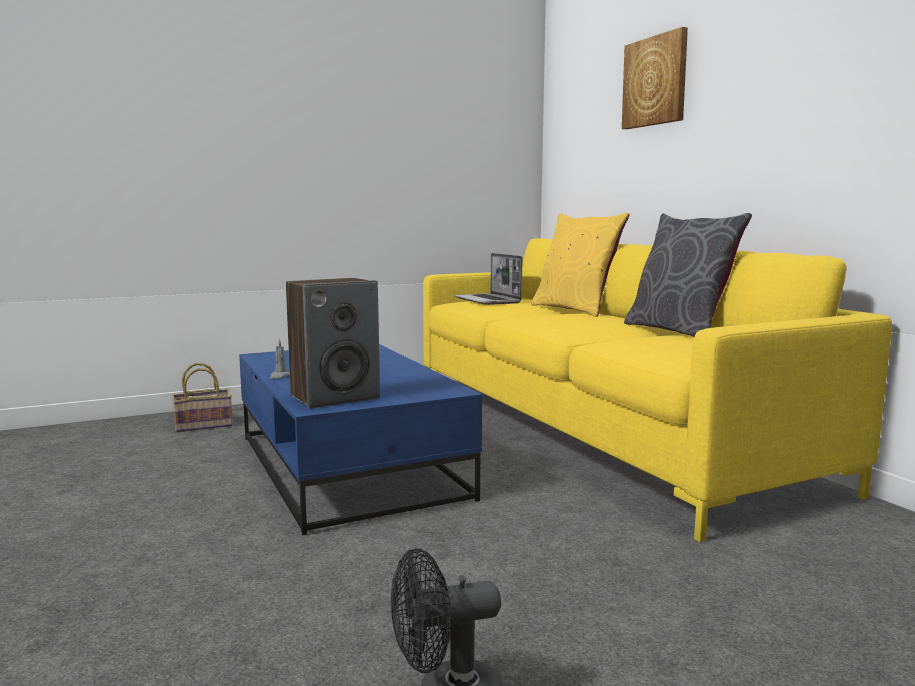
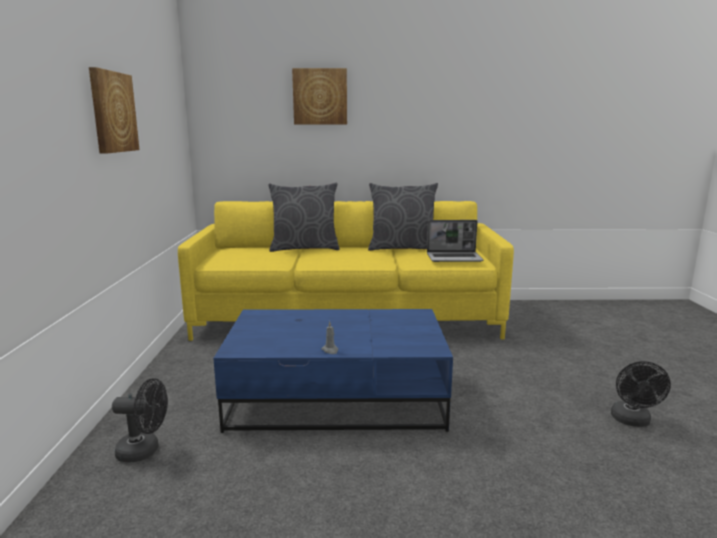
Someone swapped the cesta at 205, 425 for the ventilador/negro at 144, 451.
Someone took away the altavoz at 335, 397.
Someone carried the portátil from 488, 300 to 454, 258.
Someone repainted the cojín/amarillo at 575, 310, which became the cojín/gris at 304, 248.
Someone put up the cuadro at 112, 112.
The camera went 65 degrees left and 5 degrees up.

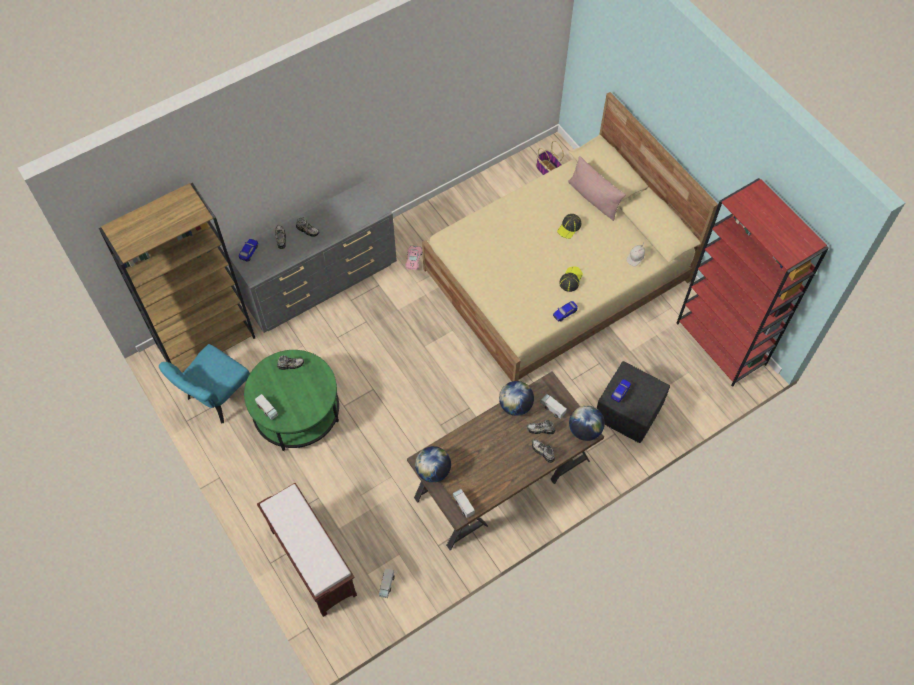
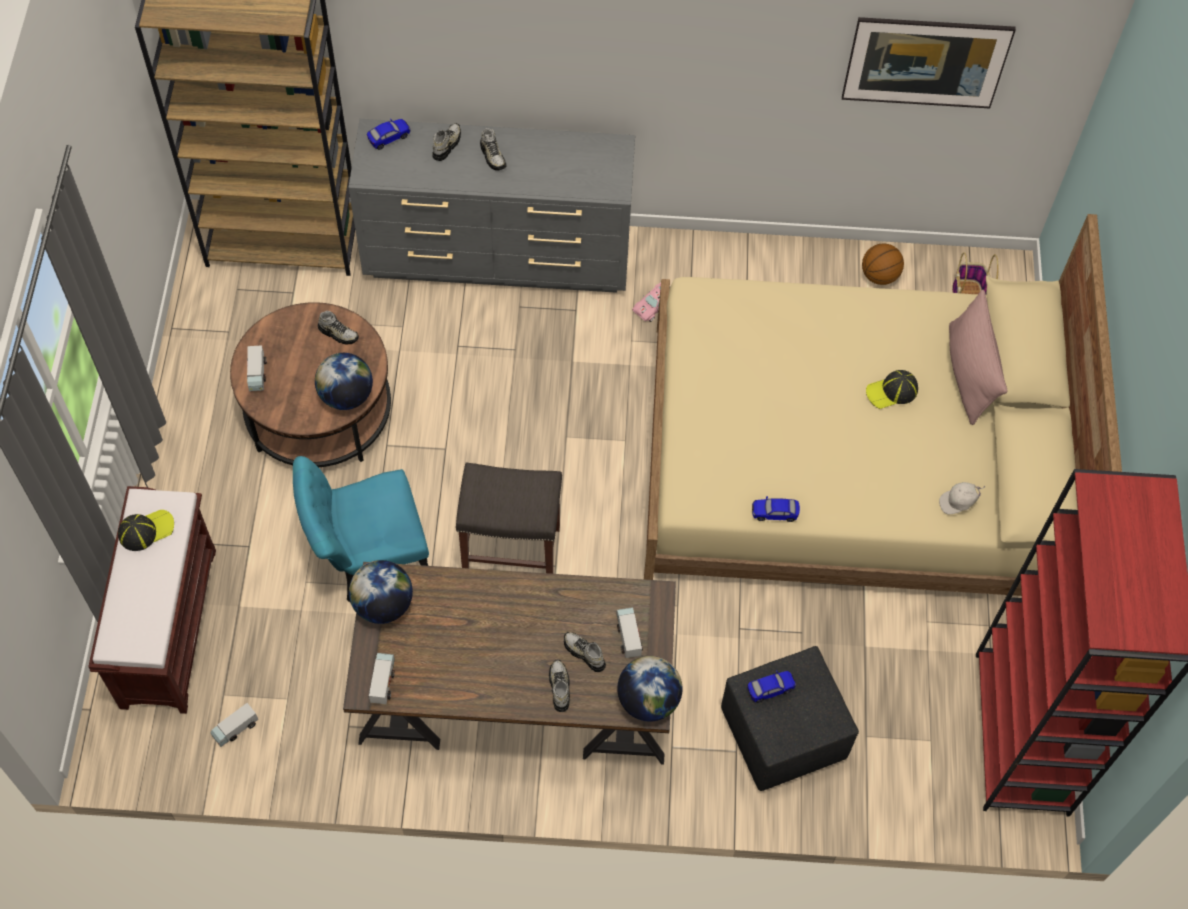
Someone carried the silla/turquesa from 216, 399 to 368, 557.
Someone repainted the mesa de centro/verde at 296, 412, which became the mesa de centro/marrón at 319, 411.
Someone carried the globo terráqueo from 515, 406 to 346, 396.
Someone carried the gorra from 570, 279 to 146, 530.
Someone put down the taburete/gris at 513, 551.
Someone put up the cuadro at 920, 81.
Someone put down the balón de baloncesto at 879, 276.
The camera went 35 degrees right and 0 degrees up.

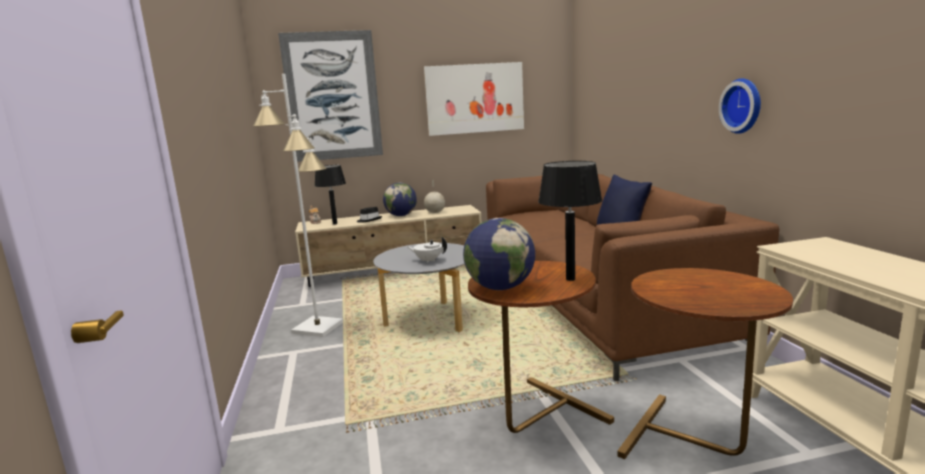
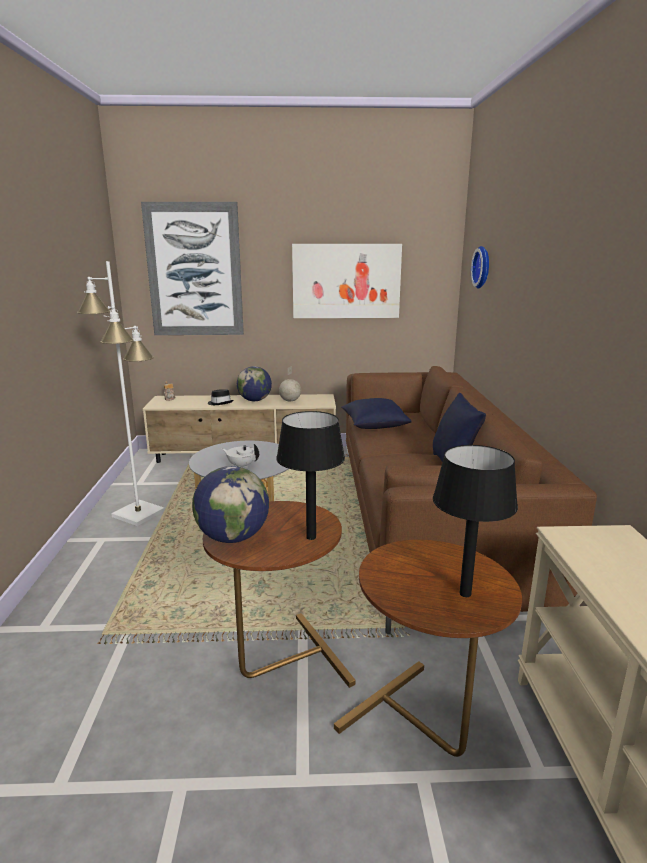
Someone carried the lámpara de mesa/negro from 334, 224 to 465, 594.
Someone carried the reloj de pared from 743, 106 to 483, 267.
Someone put down the cojín/azul at 374, 426.
The camera went 10 degrees right and 5 degrees up.

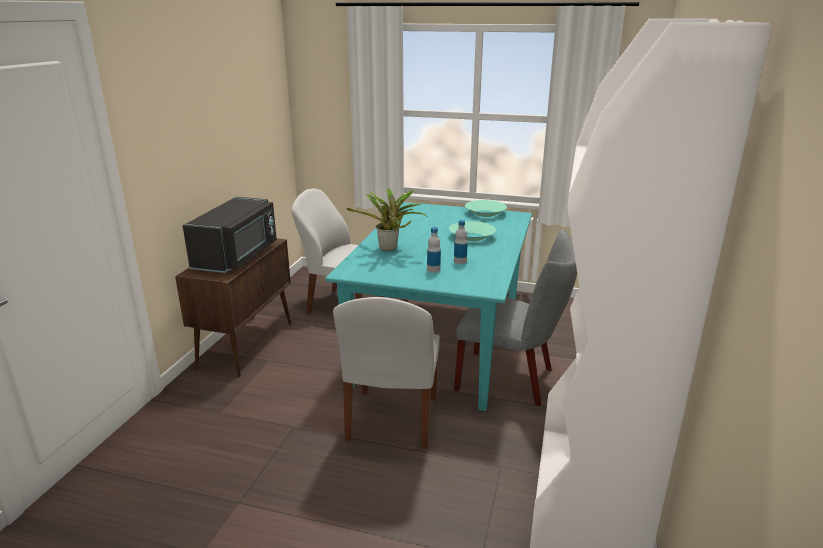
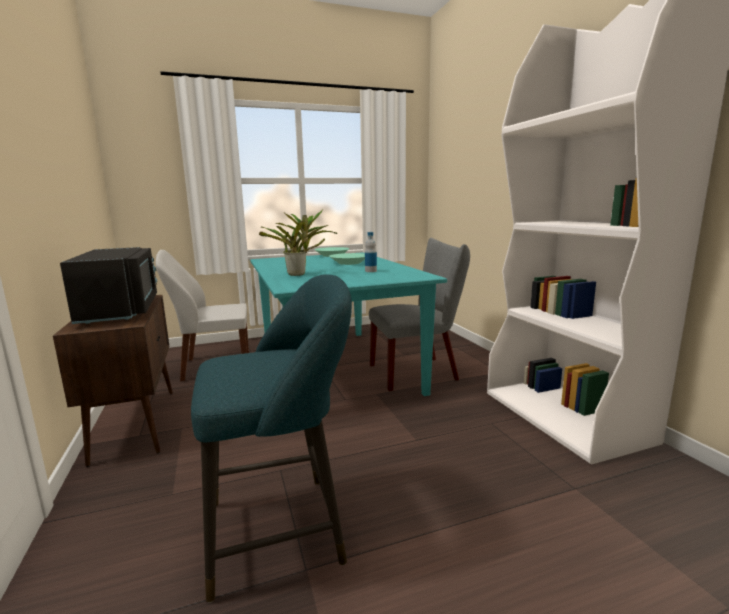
Someone took away the silla/blanco at 391, 420.
Someone took away the botella at 433, 269.
Someone put down the taburete/turquesa at 283, 529.
The camera went 35 degrees left and 10 degrees down.

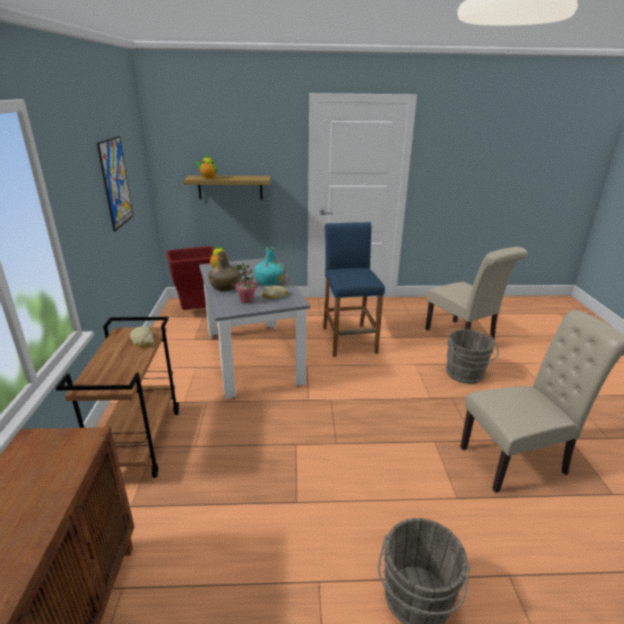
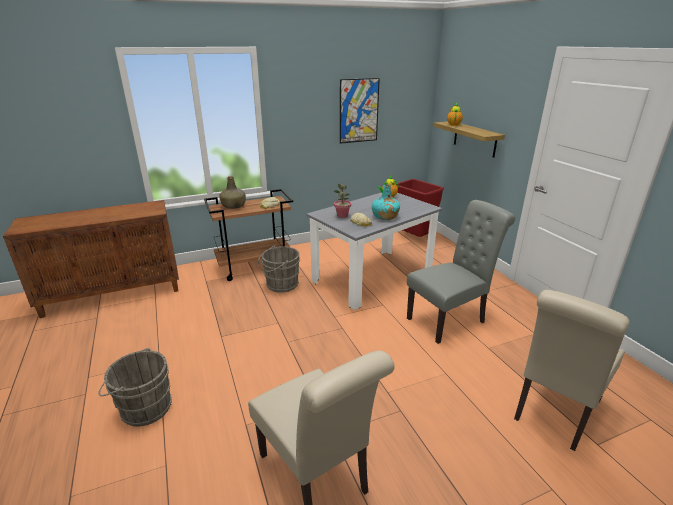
Someone carried the botella/verde from 225, 287 to 234, 206.
Someone swapped the taburete/azul at 349, 340 for the silla/gris at 450, 319.
Someone carried the cubo/gris from 465, 375 to 280, 285.
The camera went 70 degrees right and 0 degrees up.

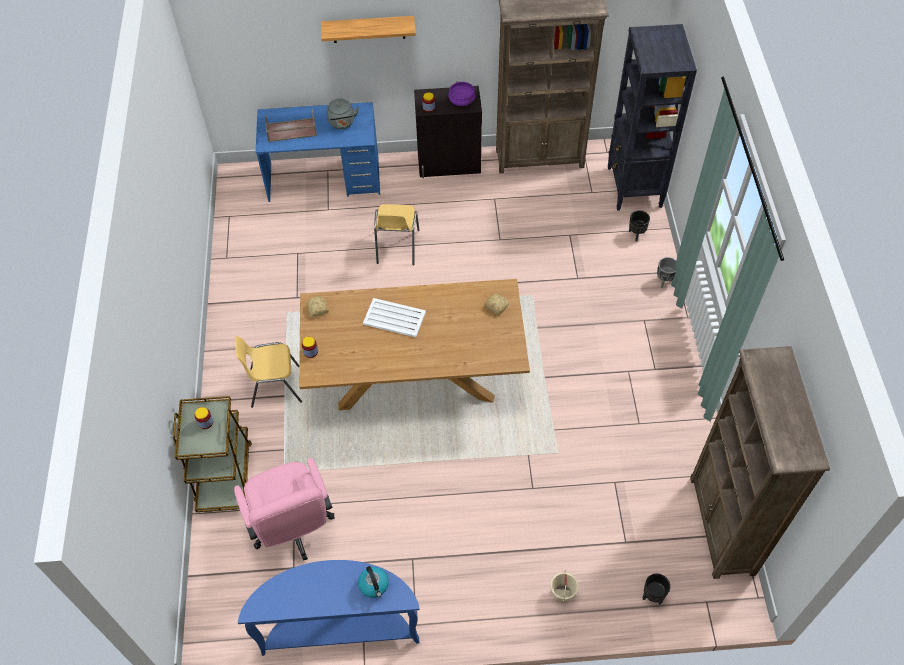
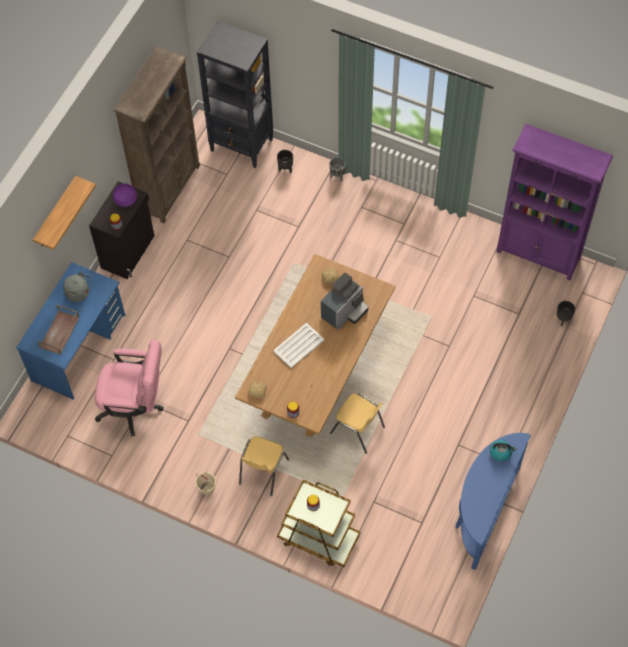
Someone carried the silla de oficina/rosa from 293, 529 to 135, 407.
Someone carried the silla/amarillo from 397, 247 to 358, 430.
Someone carried the cubo/beis from 562, 593 to 207, 488.
Someone repainted the estantería/marrón at 722, 526, which became the estantería/morado at 539, 254.
Someone put down the cafetera at 344, 312.
The camera went 60 degrees left and 5 degrees up.

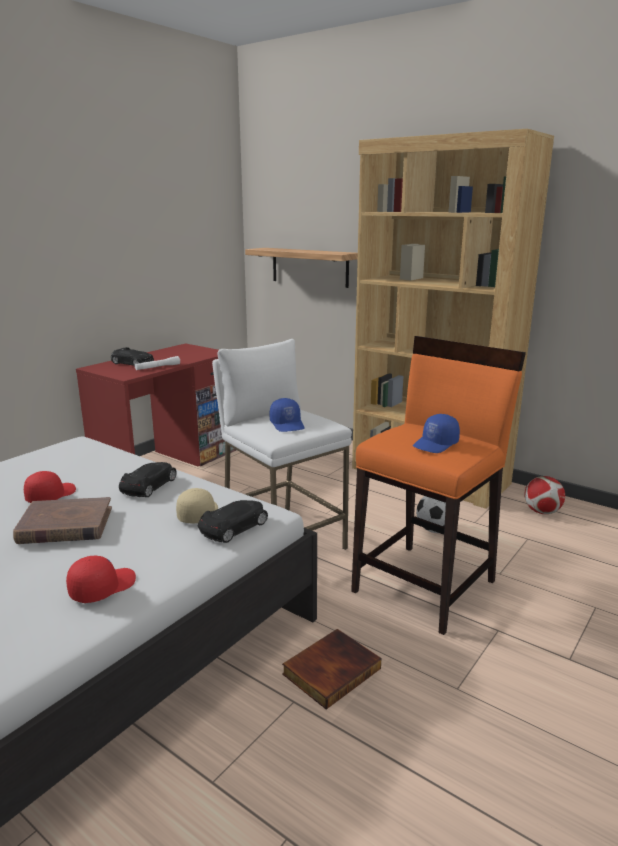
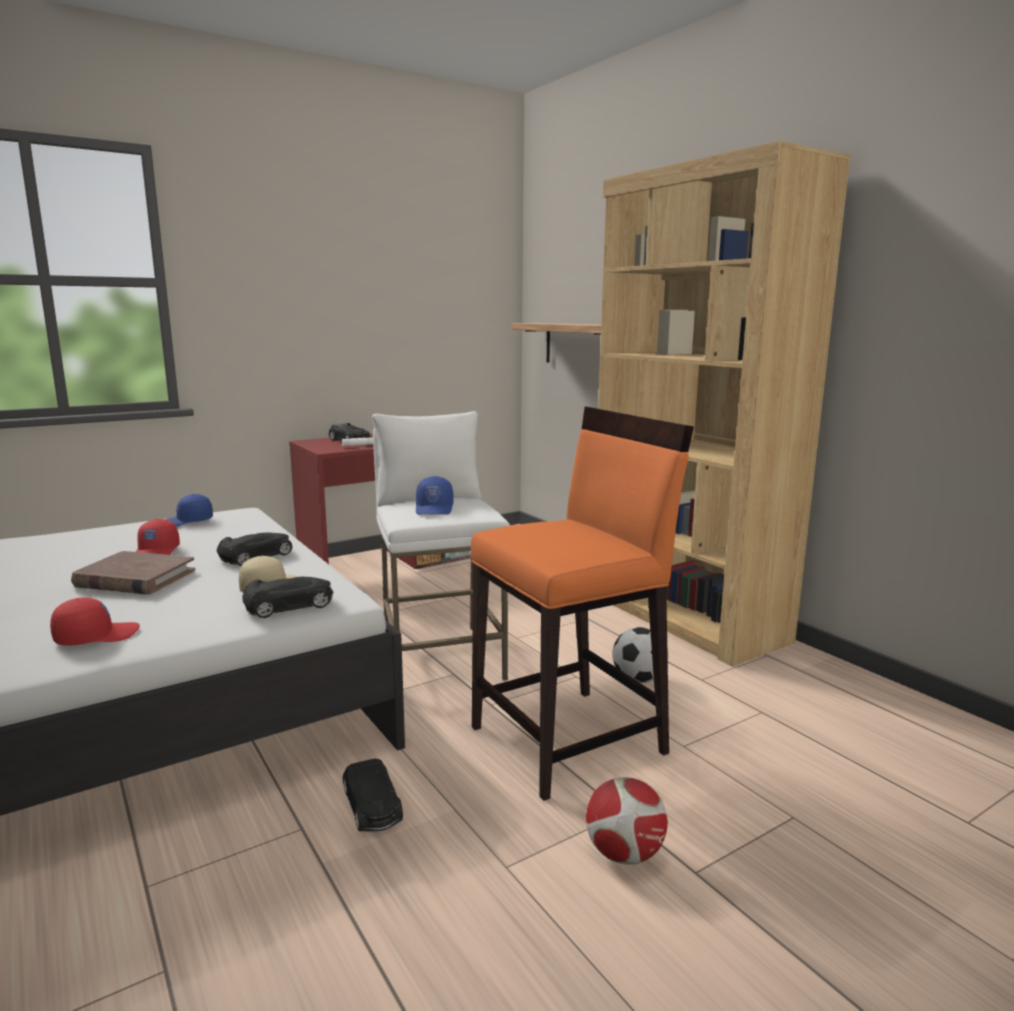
Someone rotated the gorra/rojo at 50, 496 by 135 degrees clockwise.
Someone swapped the libro at 331, 670 for the coche de juguete/negro at 372, 806.
Someone carried the gorra/azul from 436, 444 to 187, 522.
Someone carried the balón de fútbol from 542, 512 to 624, 854.
The camera went 20 degrees right and 5 degrees down.

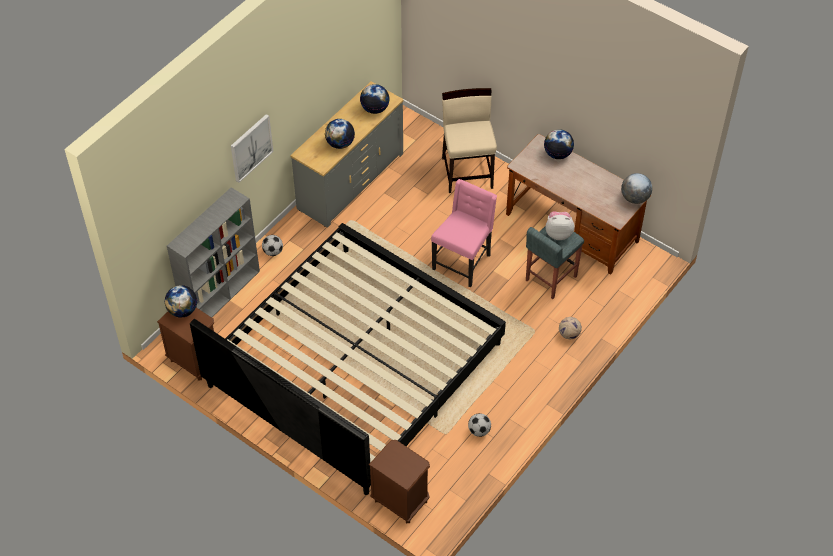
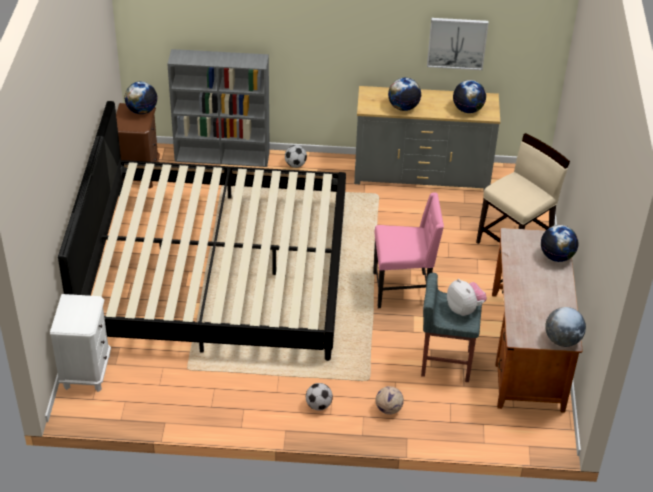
Someone carried the cuadro from 251, 147 to 457, 43.
Someone repainted the mesita de noche/marrón at 400, 501, which became the mesita de noche/blanco at 86, 371.
Someone carried the balón de fútbol from 479, 431 to 318, 405.
The camera went 55 degrees right and 10 degrees down.

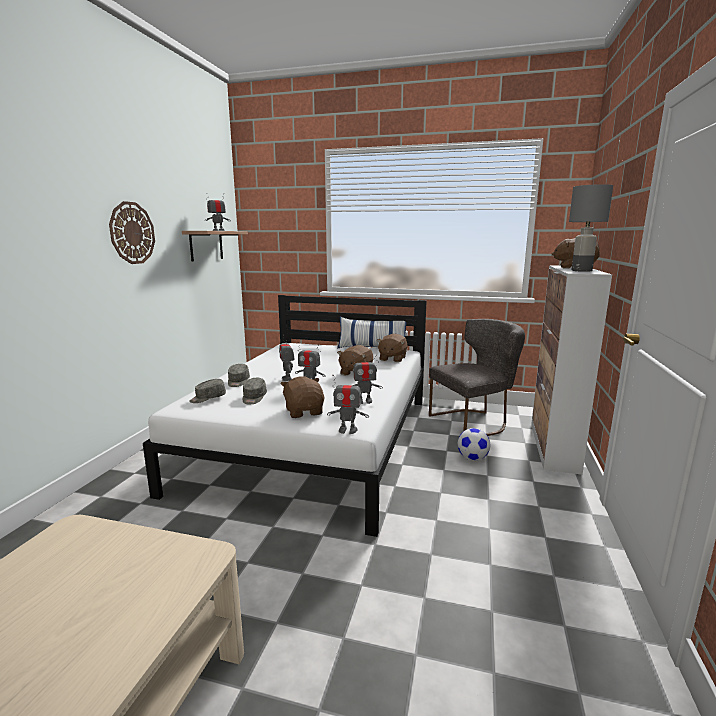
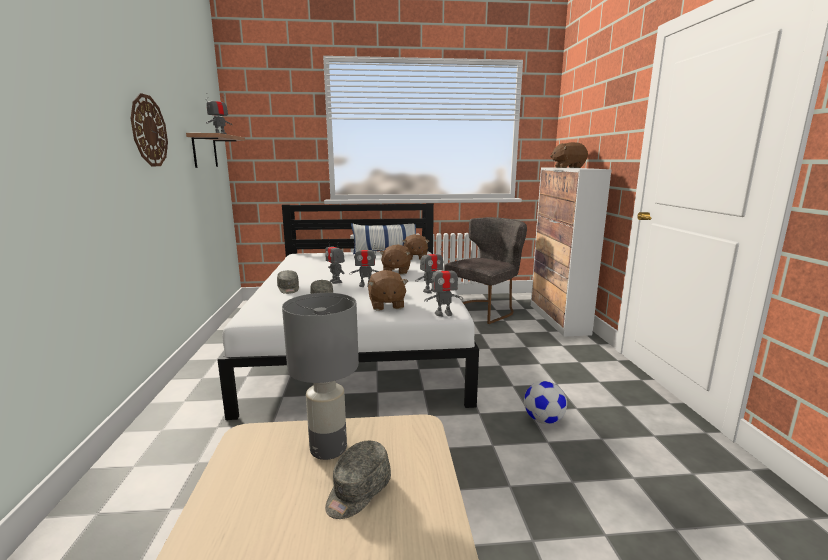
Someone carried the gorra/gris from 207, 398 to 357, 491.
Someone rotated the peluche/marrón at 304, 412 by 150 degrees counterclockwise.
Someone carried the balón de fútbol from 472, 458 to 543, 420.
Someone carried the lámpara de mesa/gris from 581, 271 to 328, 449.
The camera went 20 degrees left and 0 degrees up.

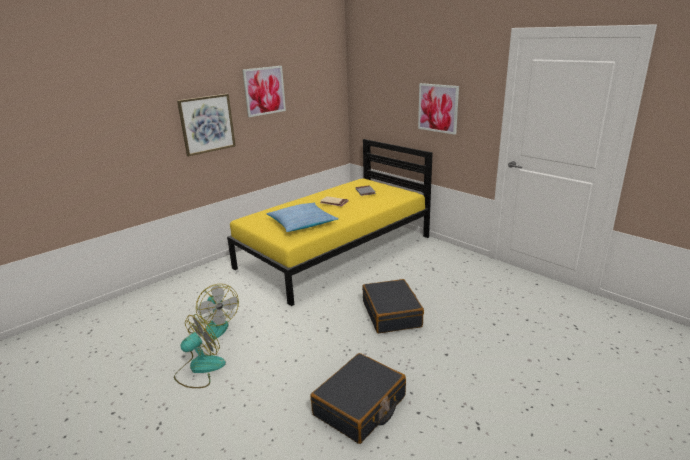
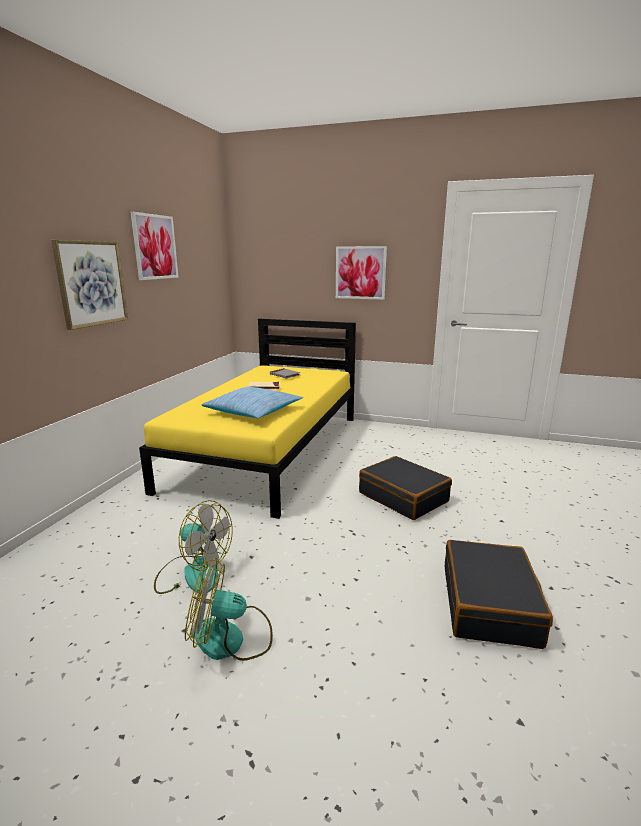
Someone rotated the ventilador at 199, 369 by 105 degrees counterclockwise.
The camera went 30 degrees left and 5 degrees down.

